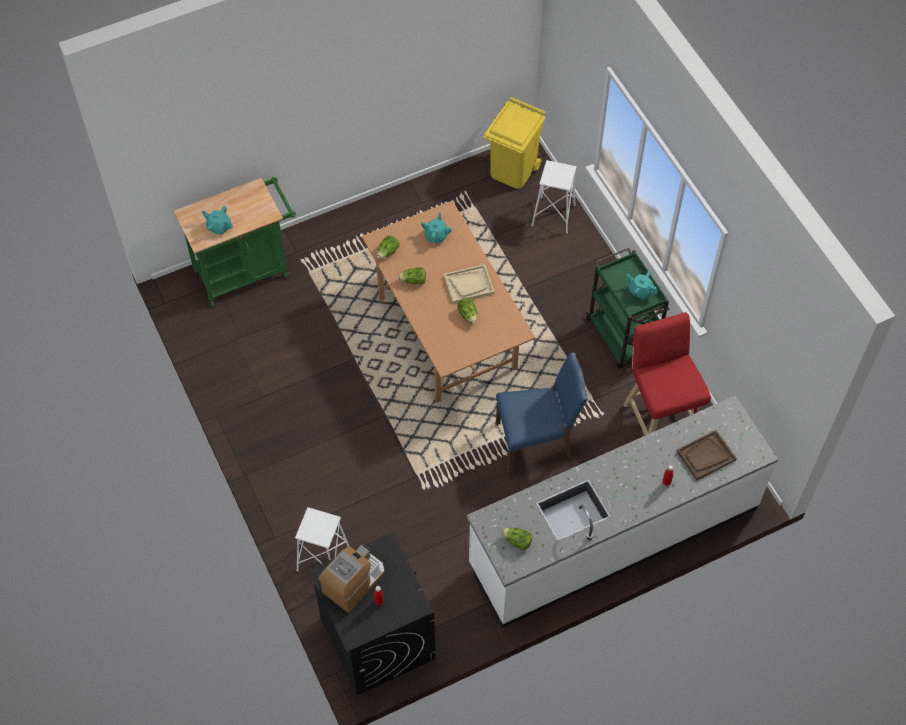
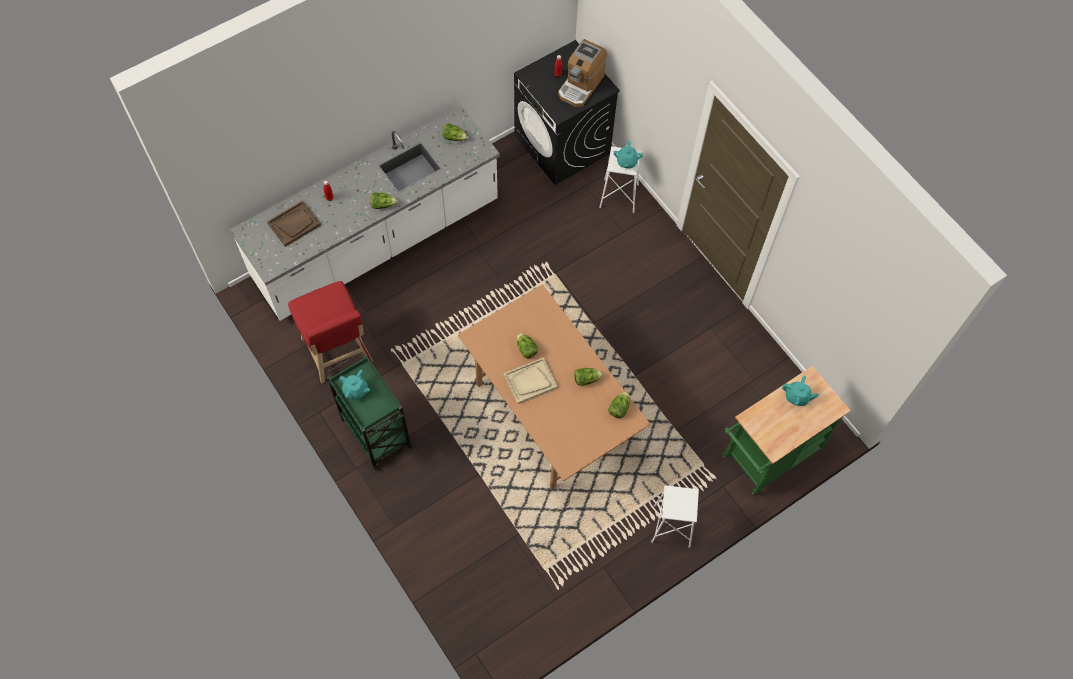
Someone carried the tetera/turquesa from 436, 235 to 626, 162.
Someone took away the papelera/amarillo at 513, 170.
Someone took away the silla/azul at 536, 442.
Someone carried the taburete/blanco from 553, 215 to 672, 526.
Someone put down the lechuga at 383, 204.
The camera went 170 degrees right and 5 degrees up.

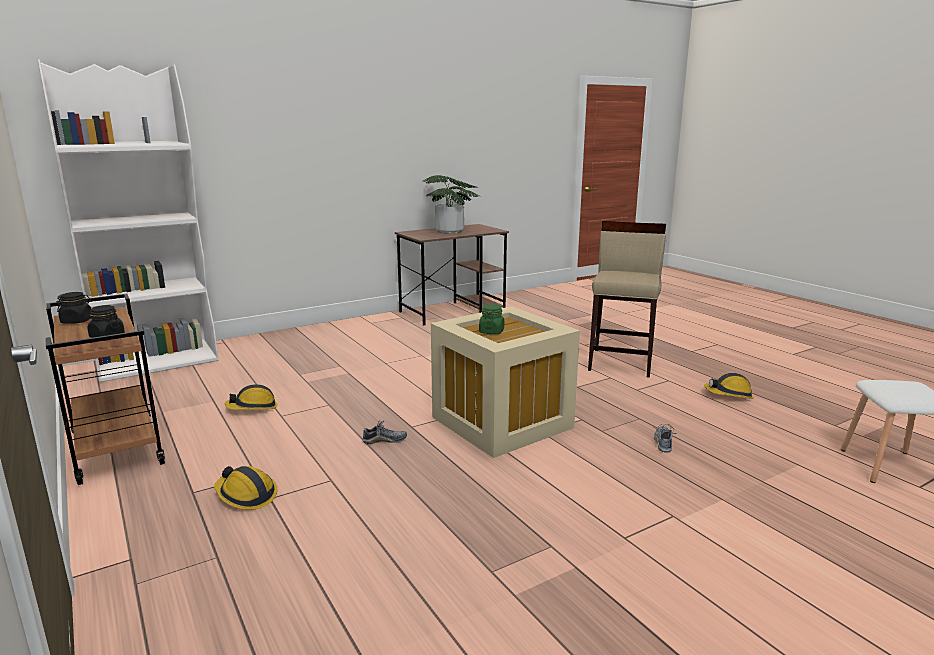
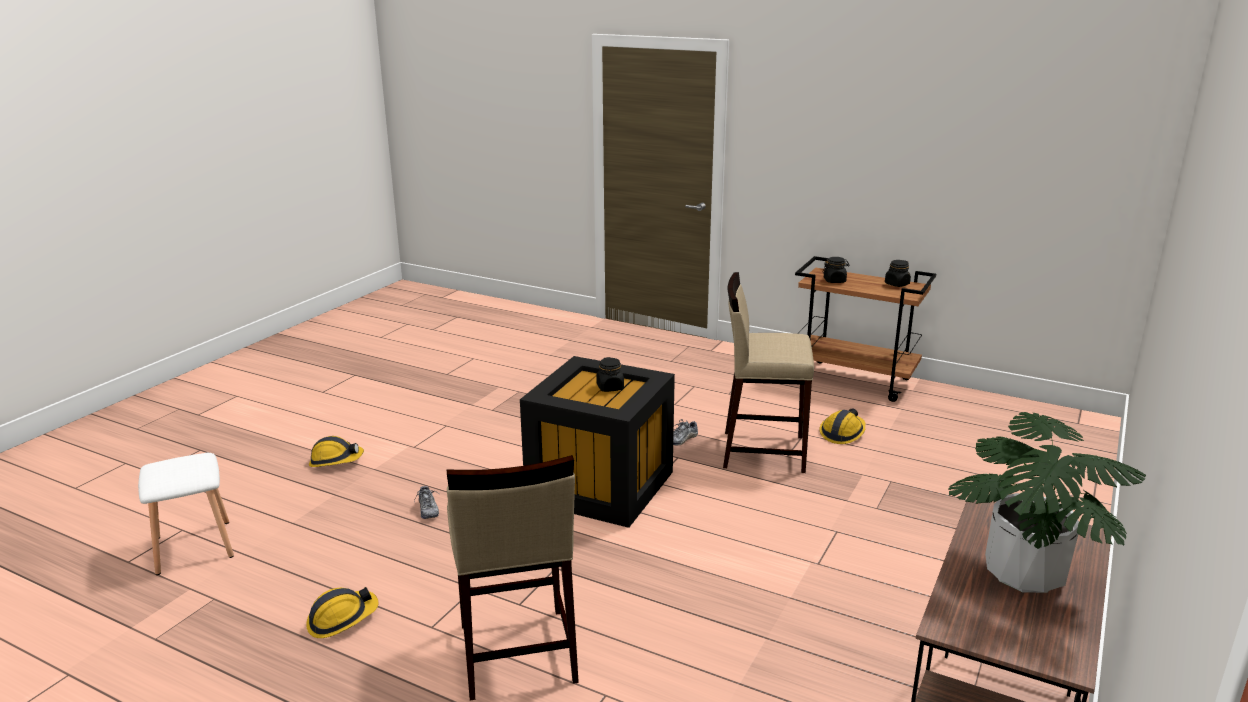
Someone took away the estantería/blanco at 158, 361.
Someone carried the casco from 246, 495 to 336, 461.
Someone repainted the caja de almacenaje/beis at 499, 422, which became the caja de almacenaje/negro at 603, 486.
Someone repainted the tarro/verde at 491, 331, which became the tarro/negro at 610, 387.
Someone put down the taburete/beis at 762, 451.
The camera went 150 degrees right and 5 degrees up.

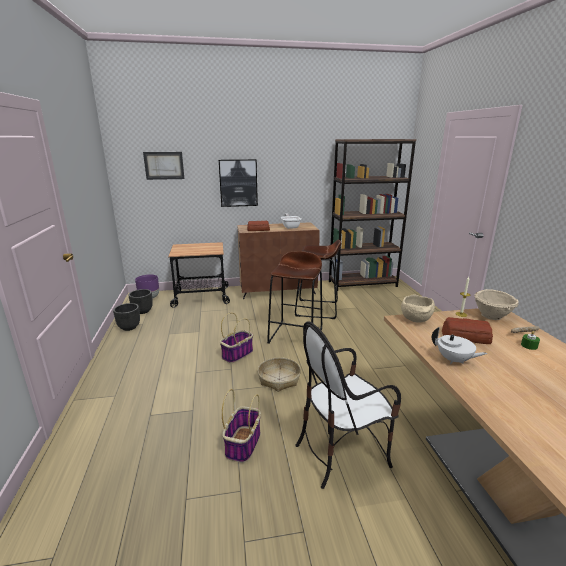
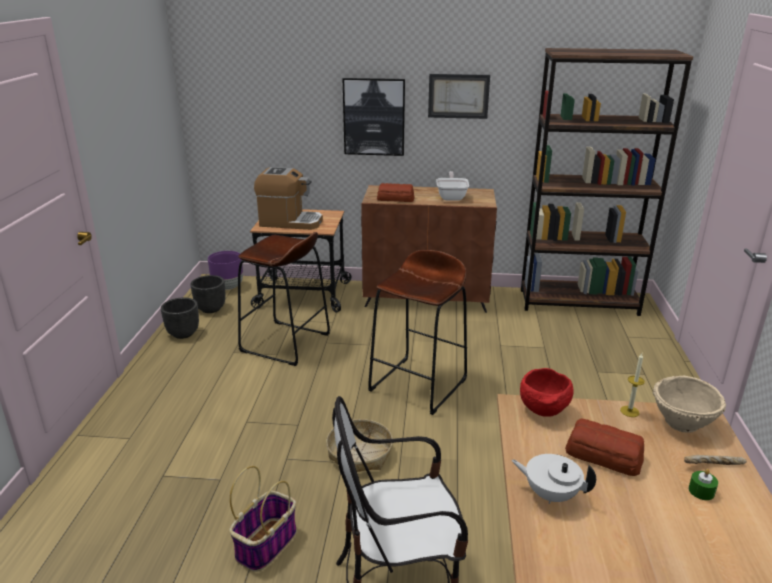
Someone carried the cuadro from 164, 165 to 458, 96.
Someone took away the cesta at 237, 354.
Someone carried the taburete/marrón from 317, 309 to 285, 343.
Someone repainted the cuenco/beis at 416, 320, which became the cuenco/rojo at 544, 411.
Someone rotated the tetera/blanco at 454, 360 by 150 degrees clockwise.
Someone put down the cafetera at 290, 222.
The camera went 15 degrees right and 5 degrees up.

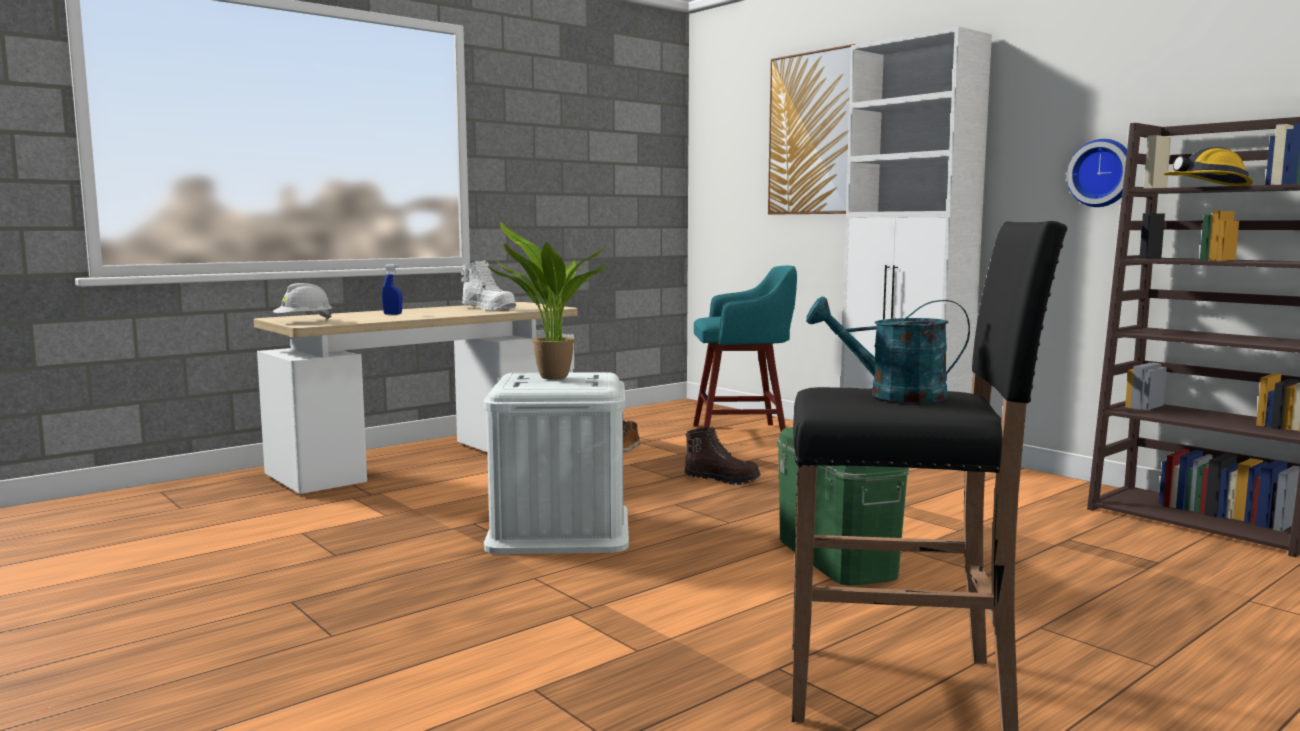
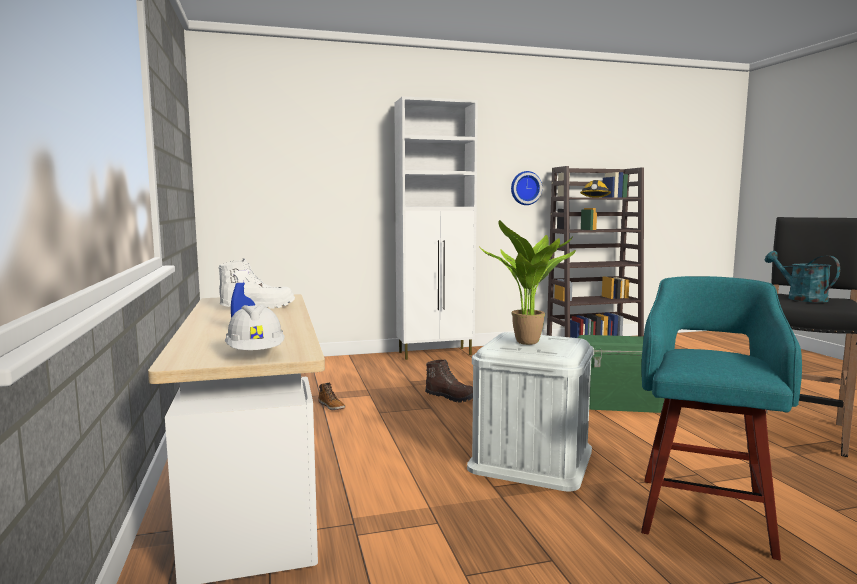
Someone rotated the bota/marrón at 722, 479 by 75 degrees clockwise.
Someone carried the taburete/turquesa from 742, 433 to 704, 512.
Someone took away the cuadro at 812, 134.
Someone rotated the regadera/turquesa at 892, 395 by 120 degrees clockwise.
The camera went 65 degrees left and 0 degrees up.

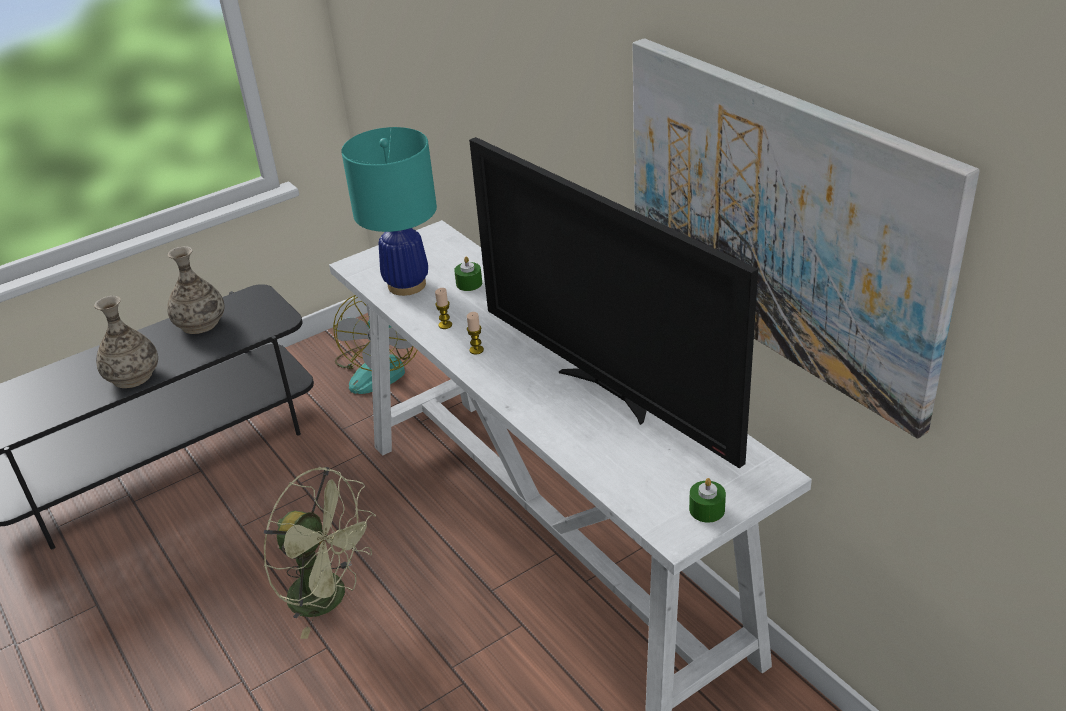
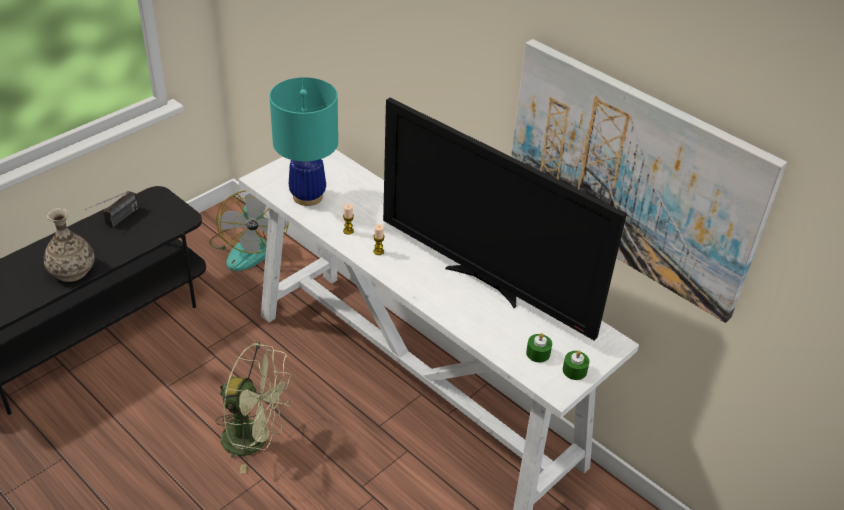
Someone swapped the florero at 200, 323 for the radio at 116, 222.
Someone carried the vela/verde from 469, 283 to 538, 353.
The camera went 15 degrees left and 5 degrees up.

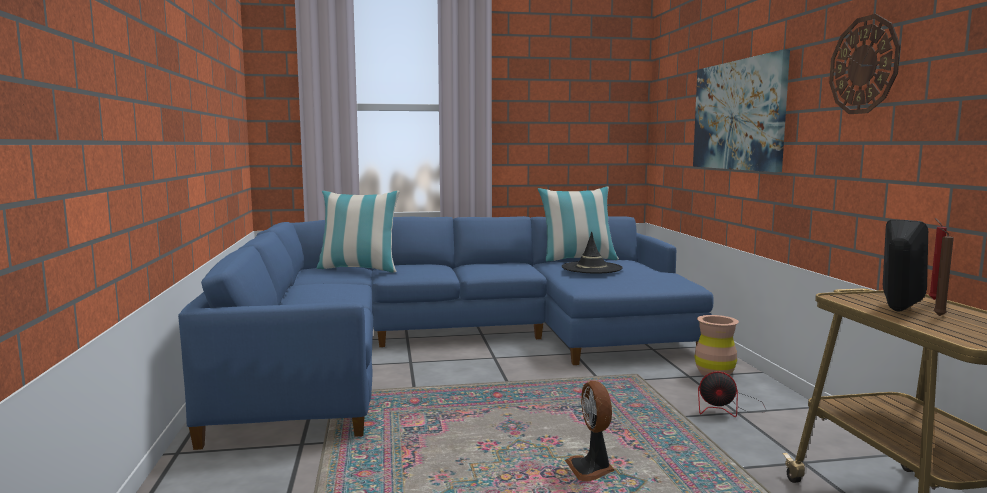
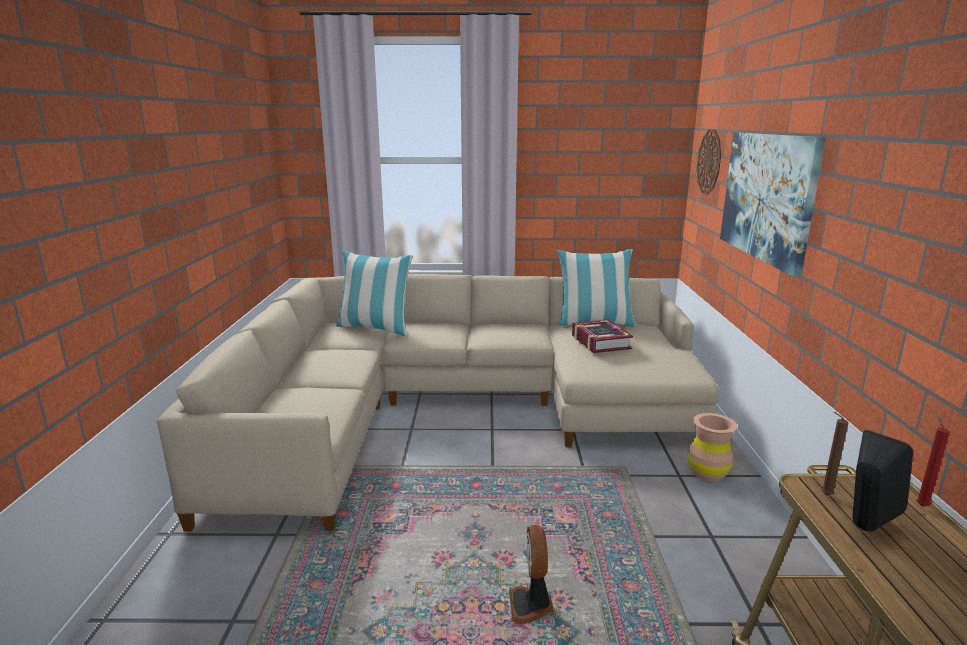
Someone repainted the sofá/azul at 448, 345, which became the sofá/beis at 454, 407.
Someone swapped the sombrero/negro at 591, 268 for the libro at 600, 342.
Someone took away the ventilador at 728, 408.
Someone carried the reloj de pared from 864, 65 to 709, 161.
Someone carried the vela/marrón from 937, 316 to 824, 495.
The camera went 10 degrees right and 10 degrees up.

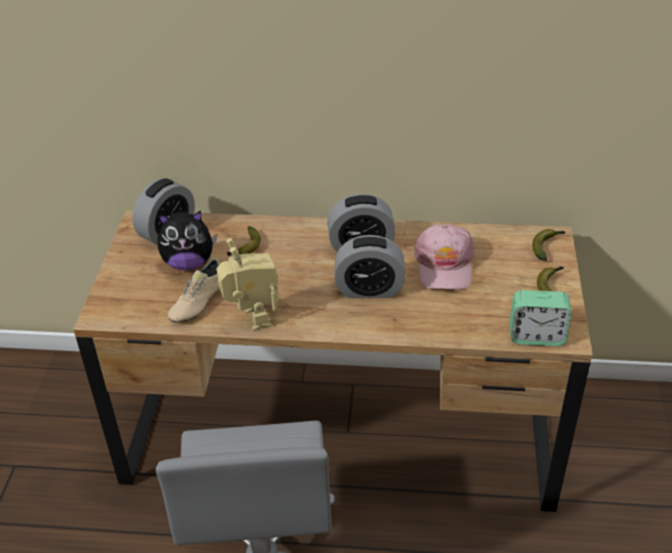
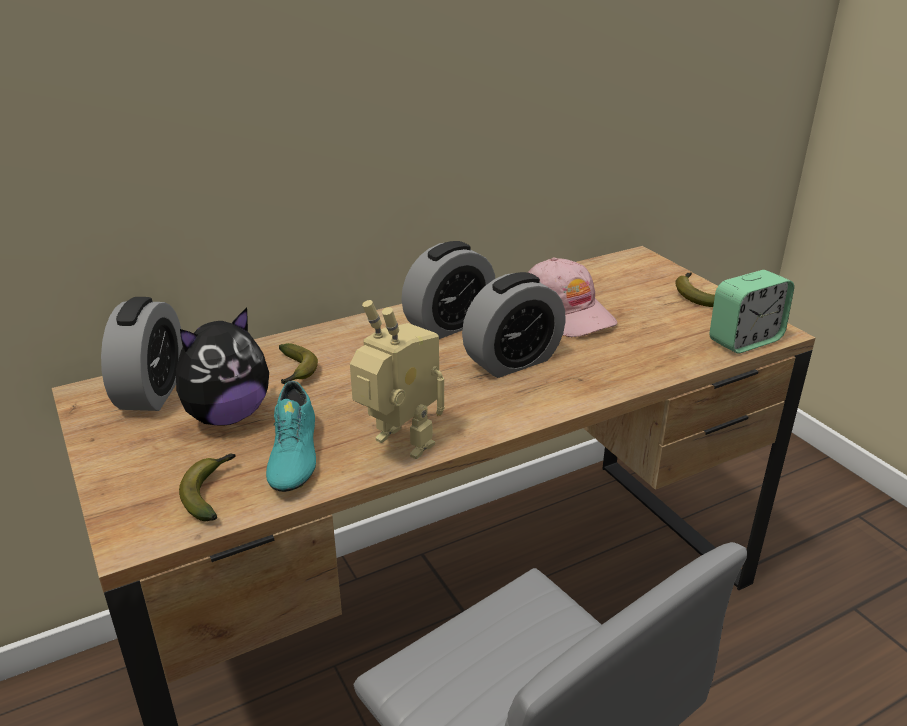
Someone repainted the zapato/beis at 198, 302, which became the zapato/turquesa at 293, 456.
Someone carried the plátano from 547, 246 to 211, 492.
The camera went 35 degrees left and 10 degrees down.

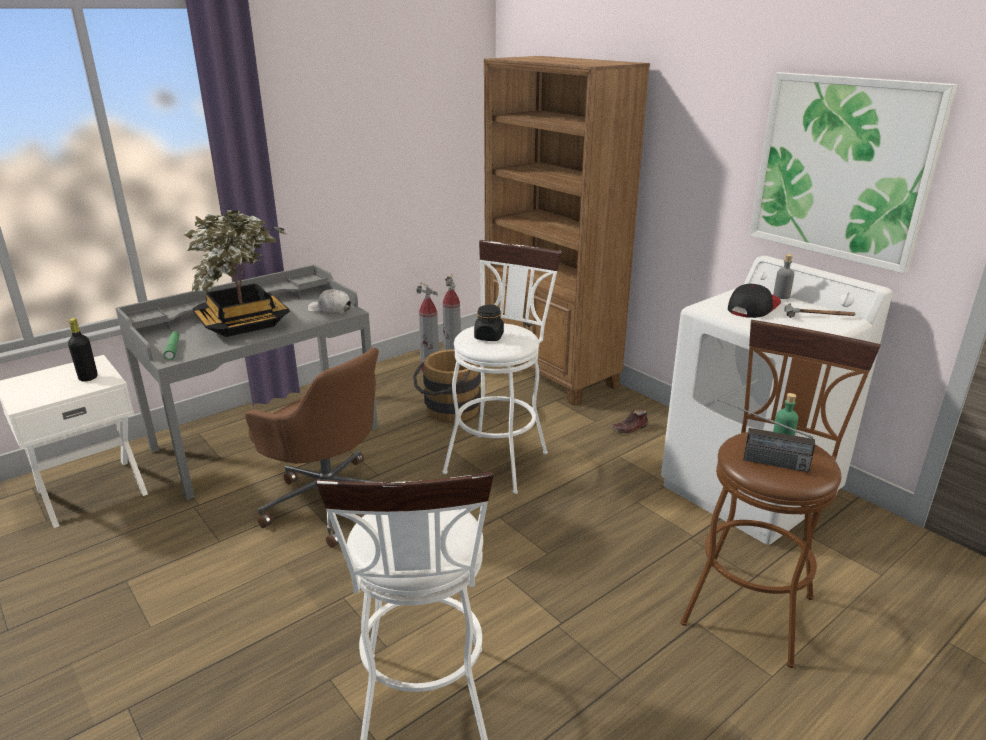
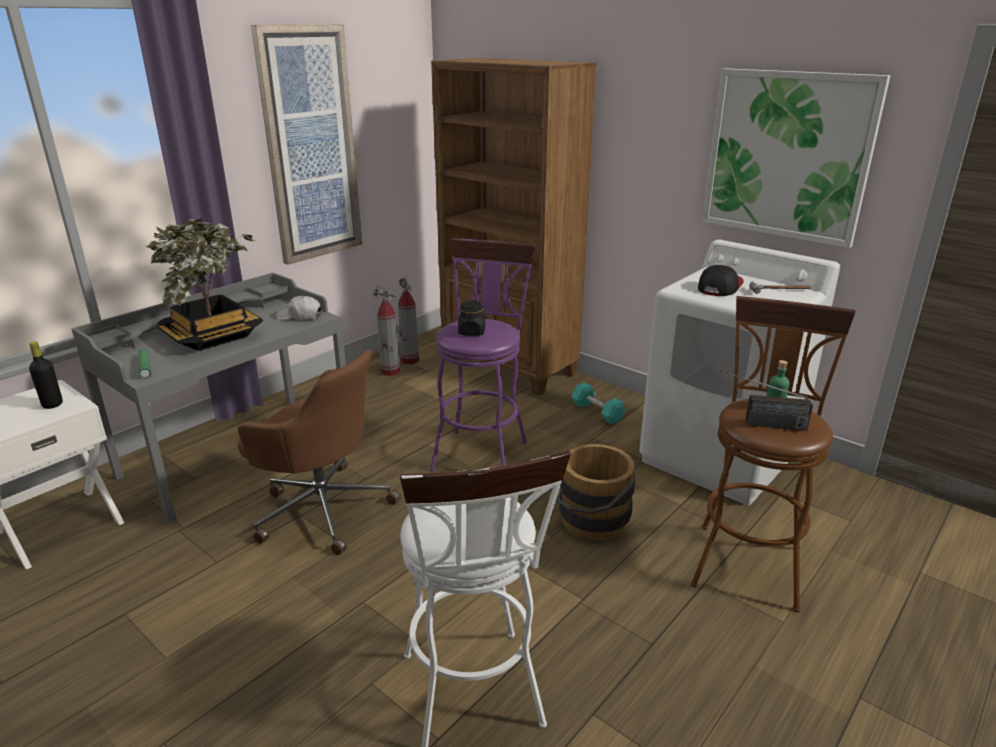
Someone carried the cubo/marrón from 448, 411 to 589, 523.
Someone repainted the taburete/blanco at 500, 458, which became the taburete/morado at 482, 451.
Someone swapped the zapato/marrón at 629, 428 for the mancuerna/turquesa at 597, 412.
Someone took away the botella/gris at 781, 296.
Someone put up the cuadro at 310, 146.
The camera went 10 degrees left and 0 degrees up.

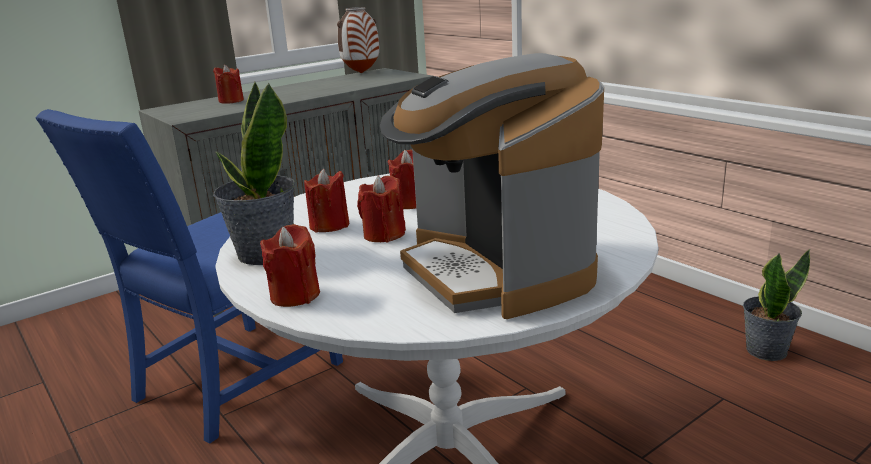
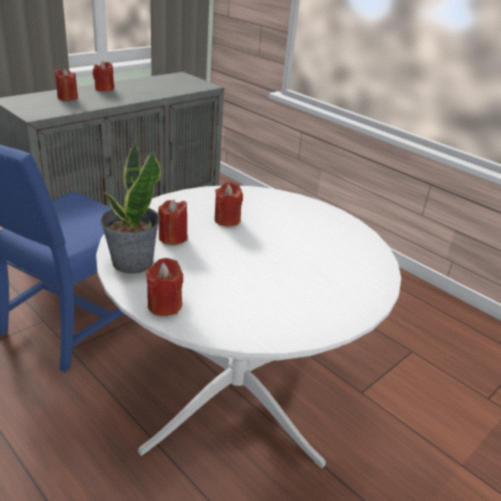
Someone took away the florero at 361, 73.
Someone carried the vela/rojo from 384, 235 to 104, 89.
Someone took away the cafetera at 495, 272.
Someone took away the planta en maceta at 765, 350.
The camera went 10 degrees left and 10 degrees up.

